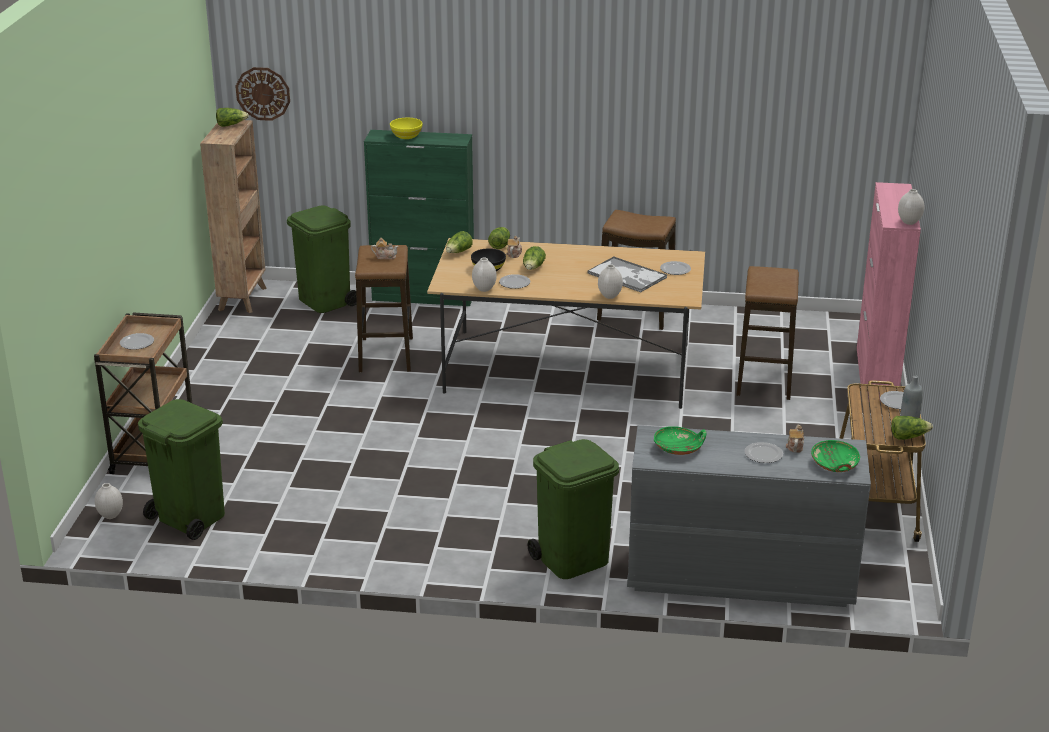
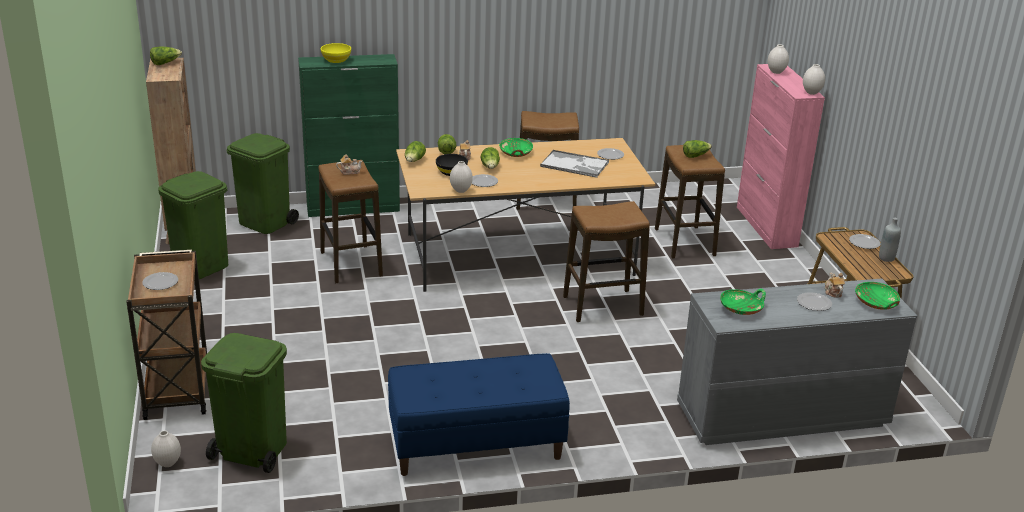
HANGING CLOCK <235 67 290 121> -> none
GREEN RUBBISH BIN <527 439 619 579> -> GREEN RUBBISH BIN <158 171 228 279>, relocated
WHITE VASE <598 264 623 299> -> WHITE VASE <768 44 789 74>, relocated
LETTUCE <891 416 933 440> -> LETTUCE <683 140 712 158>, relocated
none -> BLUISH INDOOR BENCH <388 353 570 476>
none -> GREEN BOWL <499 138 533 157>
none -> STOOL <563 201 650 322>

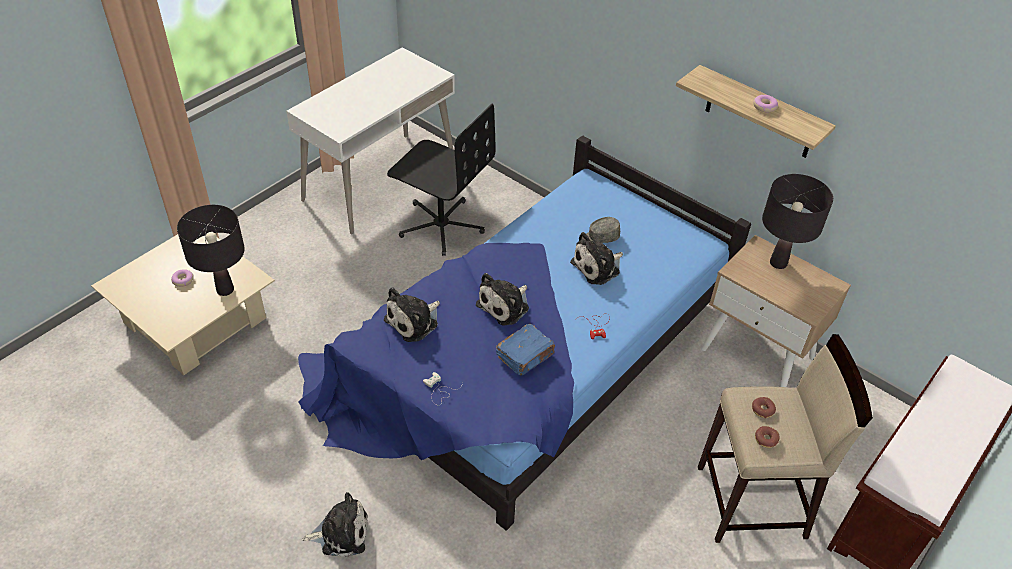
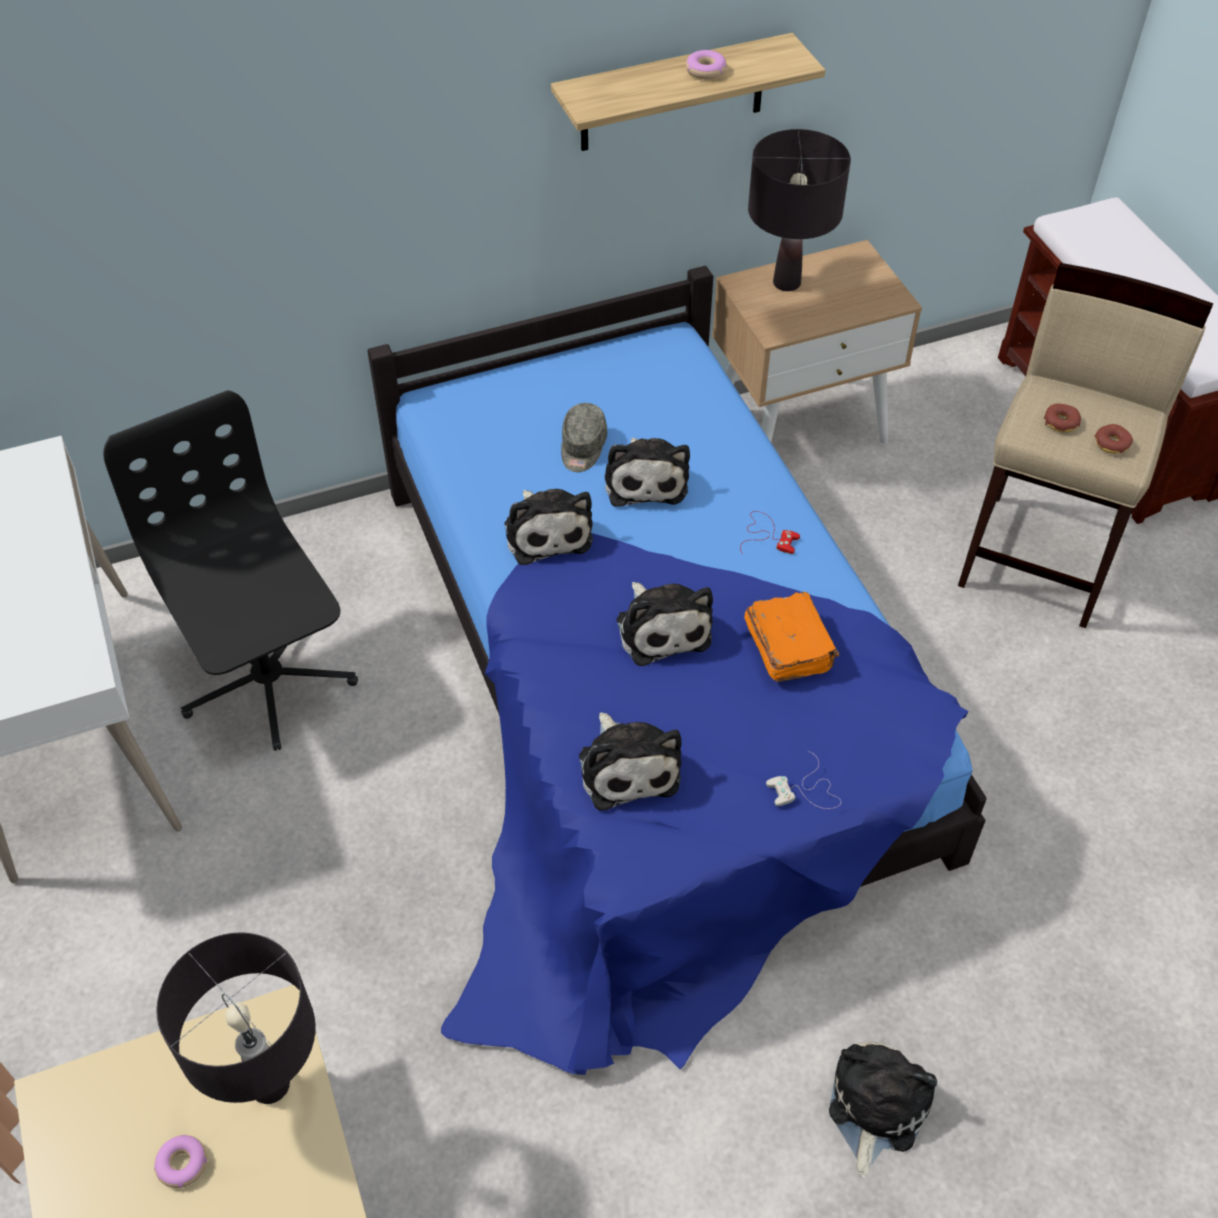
BLACKISH OFFICE CHAIR <387 104 495 256> -> BLACKISH OFFICE CHAIR <103 390 358 751>, 90 degrees counterclockwise
BLUISH BOOK <496 324 555 375> -> ORANGEY BOOK <744 592 839 682>
none -> SOFT TOY <504 489 593 565>

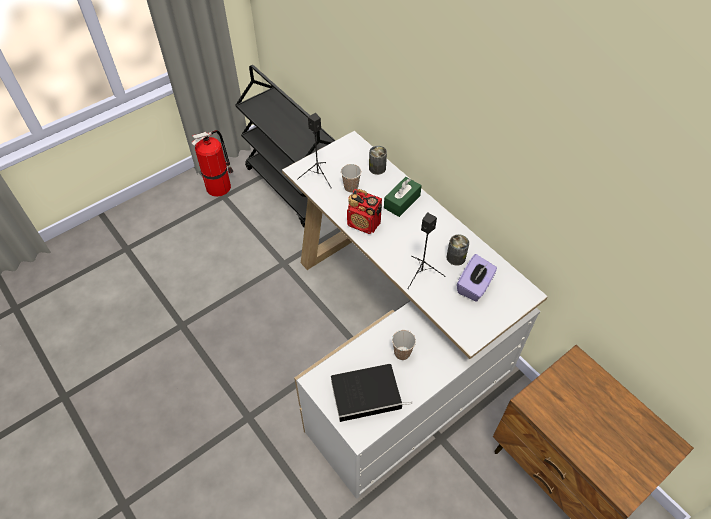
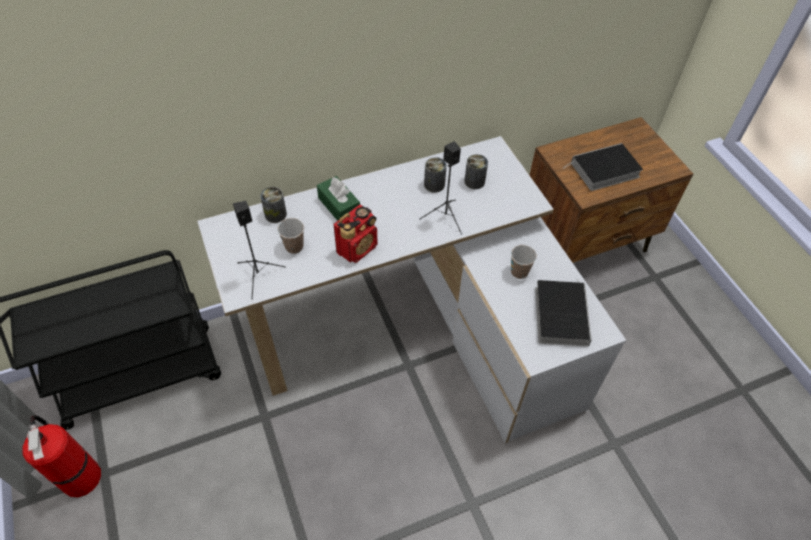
PURPLE-COLOURED TISSUE HOLDER <457 254 497 301> -> CAN <464 154 488 189>
none -> BOOK <563 143 643 191>

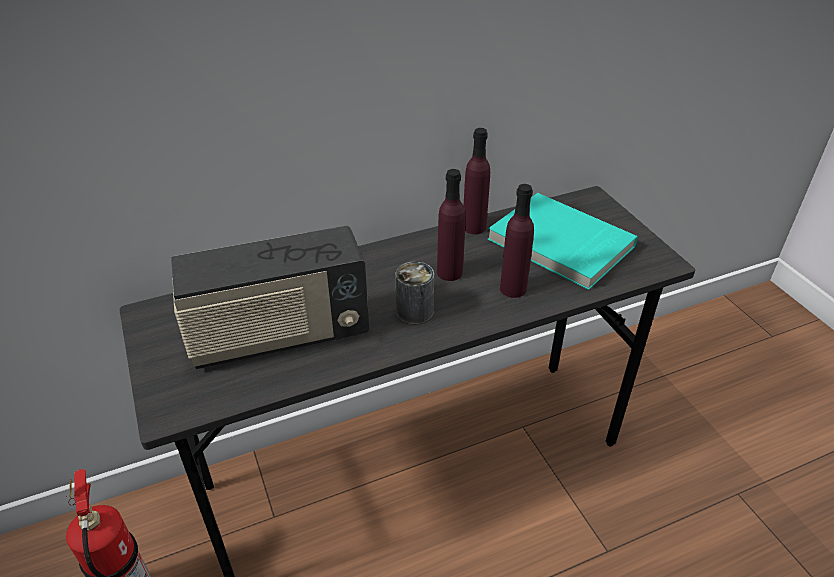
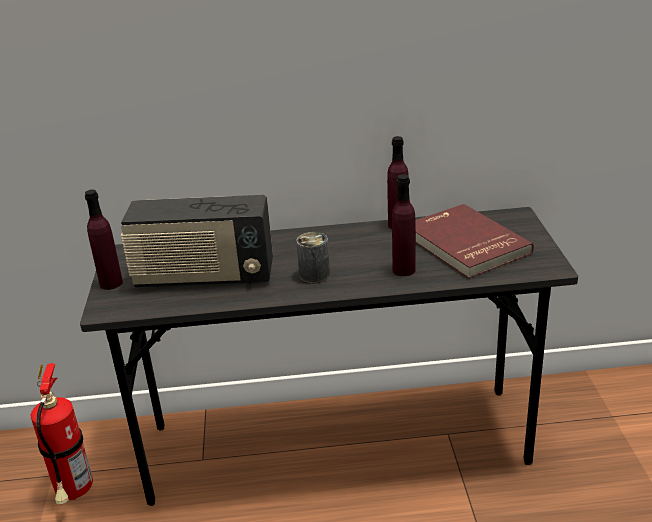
PURPLE-COLOURED DRINK BOTTLE <437 169 466 281> -> PURPLE-COLOURED DRINK BOTTLE <85 190 123 290>, relocated
TURQUOISE-COLOURED BOOK <488 193 638 290> -> RED BOOK <415 204 534 278>

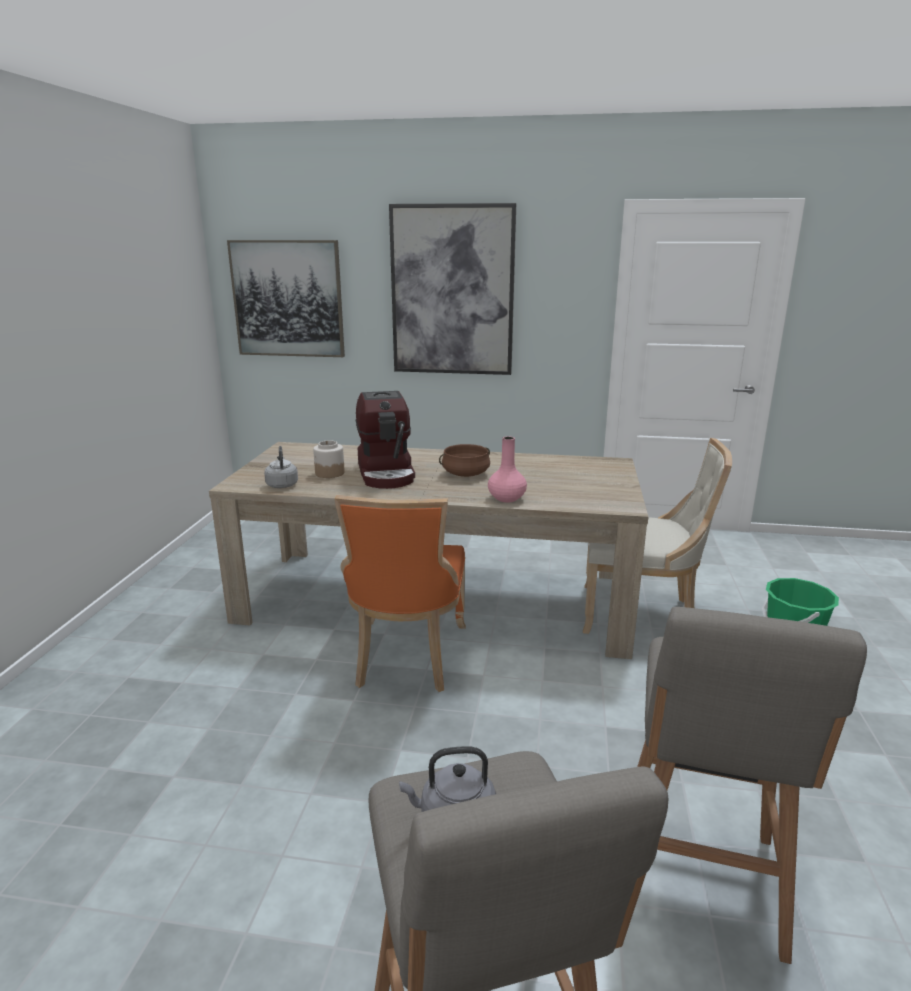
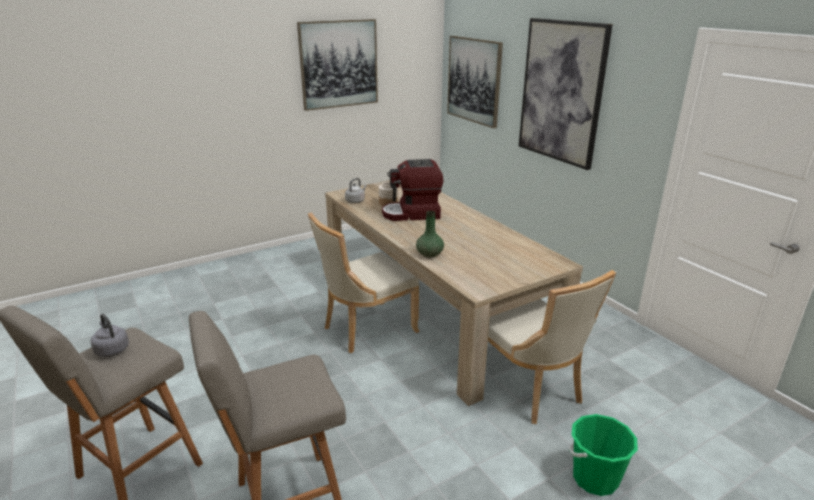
ORANGEY UPRIGHT CHAIR <334 495 466 692> -> BEIGE-COLOURED UPRIGHT CHAIR <308 212 420 353>
COFFEE MAKER <356 391 415 489> -> COFFEE MAKER <382 159 443 221>, 45 degrees clockwise
BROWNISH SAUCEPOT <439 444 490 477> -> none
PINKISH VASE <488 436 527 502> -> GREEN VASE <416 211 444 258>
none -> WALL ART <297 19 378 111>

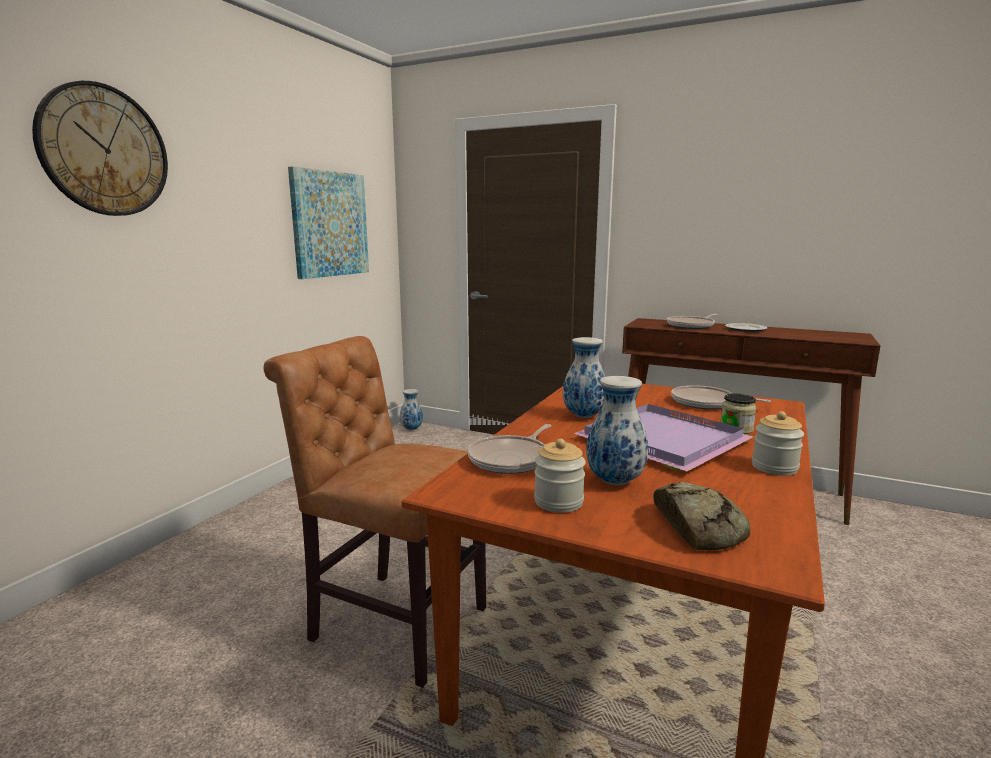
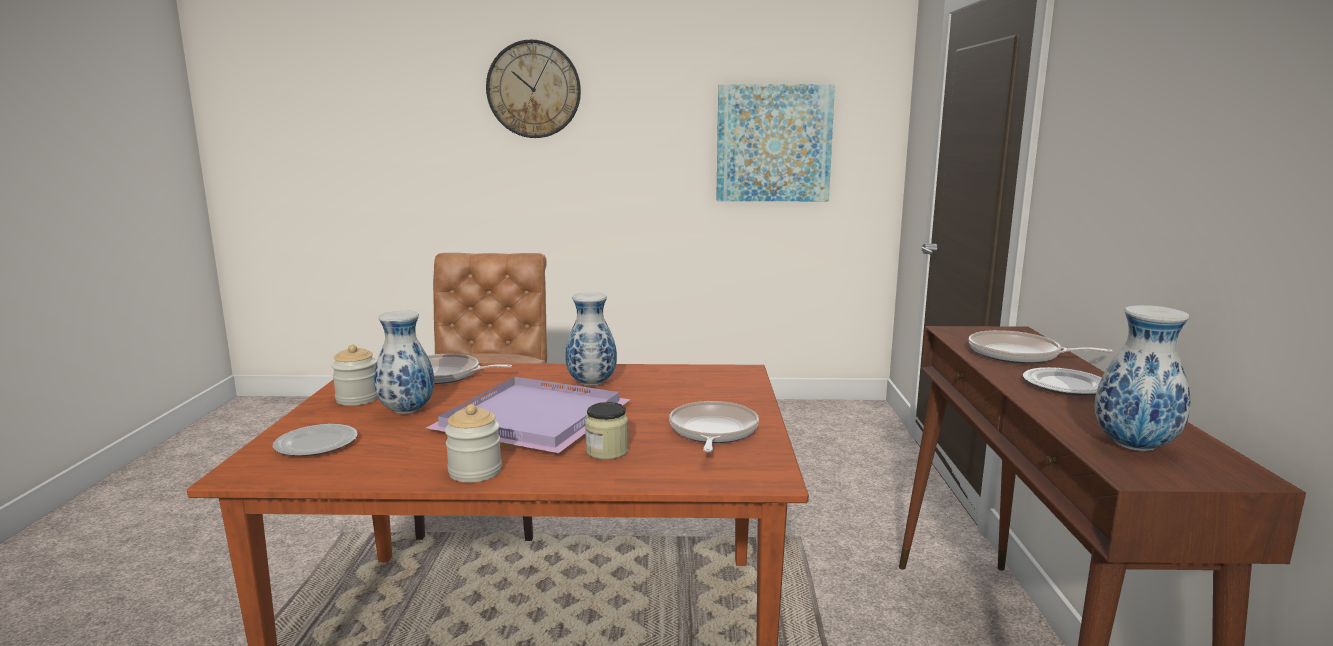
VASE <400 389 423 430> -> VASE <1094 305 1191 451>, relocated
BAKERY BREAD <653 482 750 551> -> DINNER PLATE <273 424 357 456>

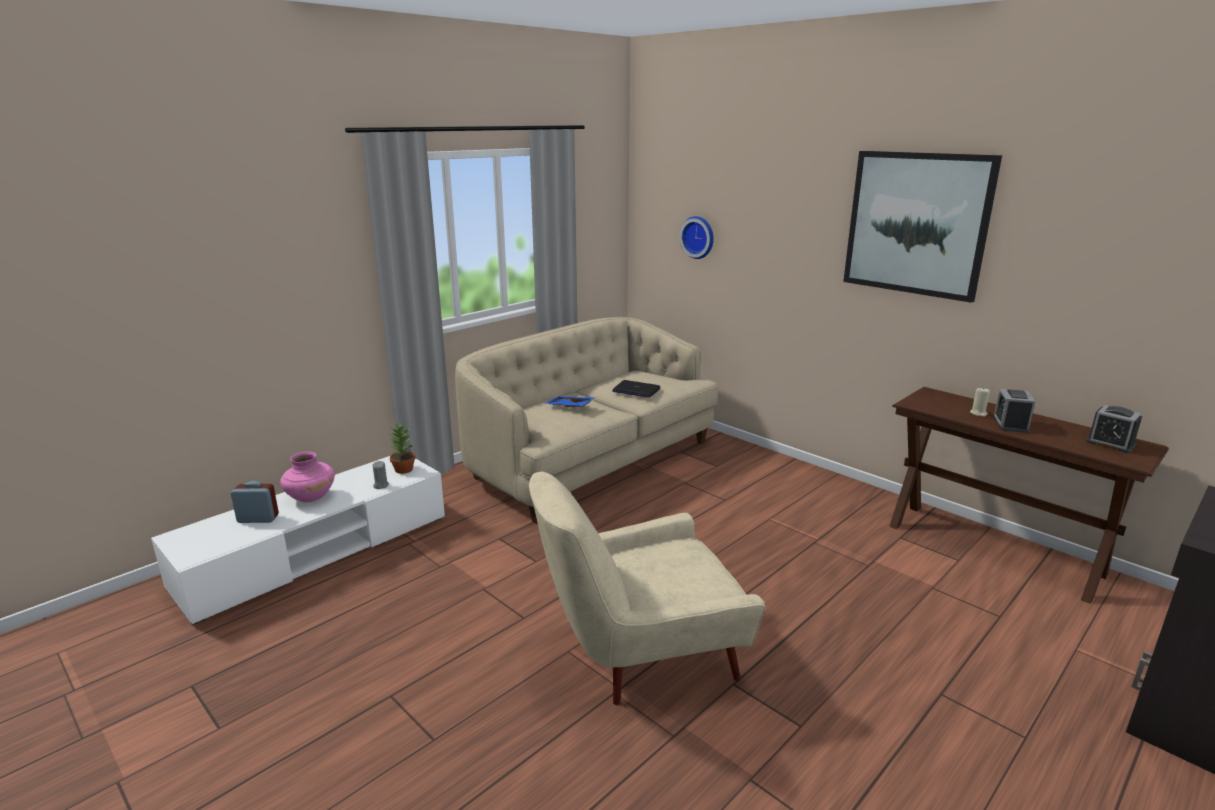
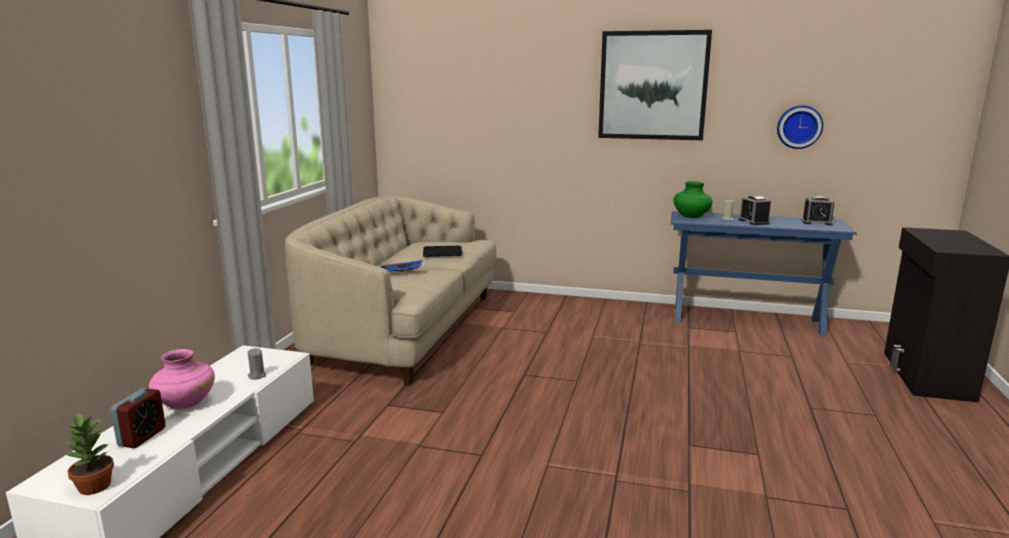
ALARM CLOCK <231 481 279 523> -> ALARM CLOCK <110 388 166 448>, 135 degrees clockwise
PLANT IN A POT <390 423 416 474> -> PLANT IN A POT <63 413 114 495>, relocated
BEIGE-COLOURED LOUNGE CHAIR <529 472 765 705> -> none
HANGING CLOCK <679 216 714 259> -> HANGING CLOCK <777 105 823 149>, relocated
BROWNISH CONSOLE TABLE <889 387 1169 604> -> BLUISH CONSOLE TABLE <671 211 857 337>
none -> GREEN VASE <673 181 712 218>

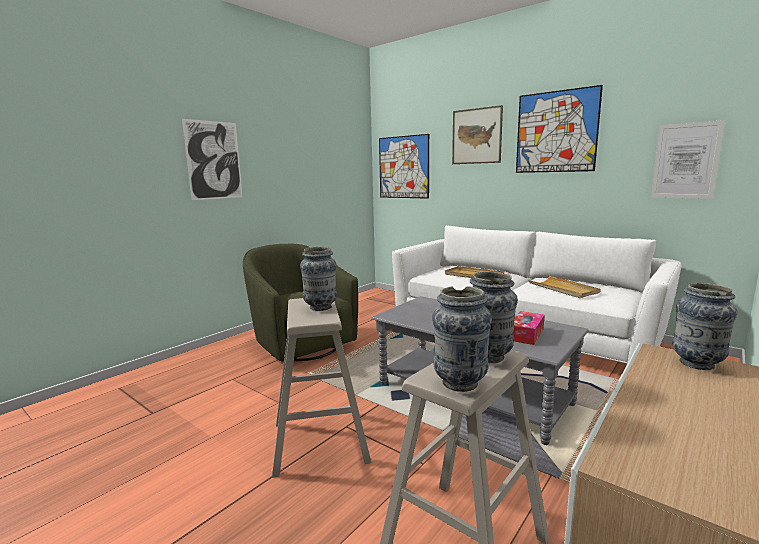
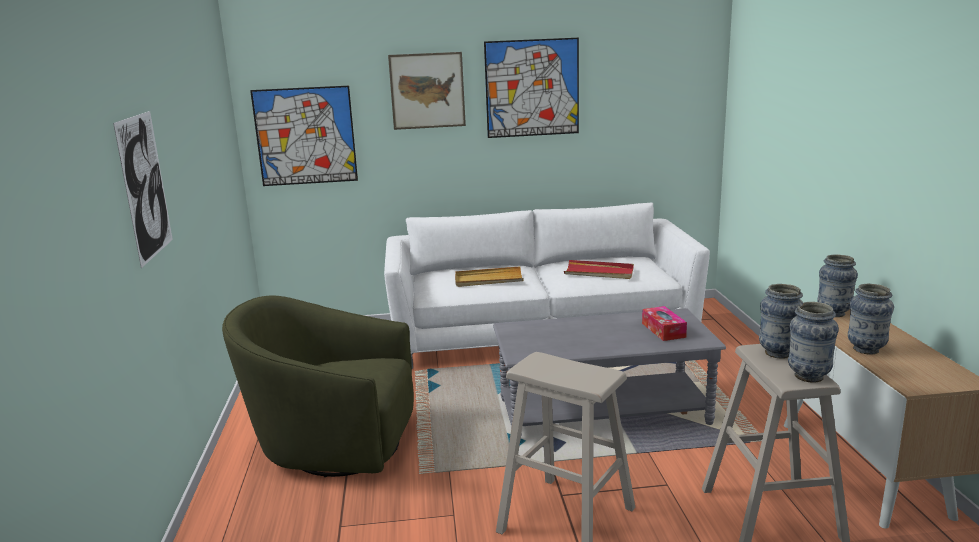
VASE <300 247 337 311> -> VASE <848 284 894 354>, relocated
BEIGE-COLOURED SERVING TRAY <528 276 601 298> -> RED SERVING TRAY <564 260 634 279>
WALL ART <651 120 725 199> -> none

